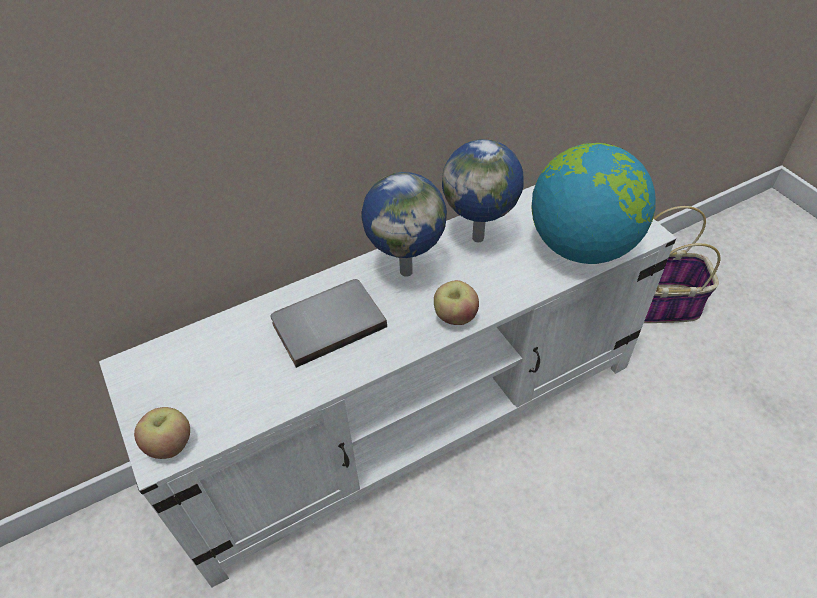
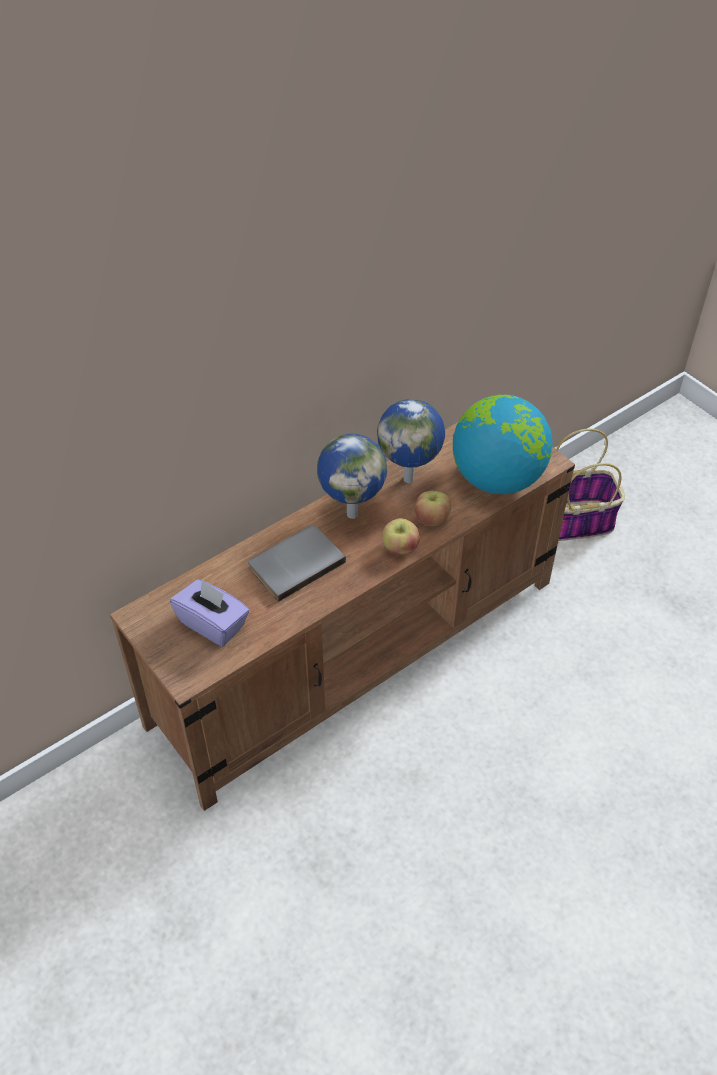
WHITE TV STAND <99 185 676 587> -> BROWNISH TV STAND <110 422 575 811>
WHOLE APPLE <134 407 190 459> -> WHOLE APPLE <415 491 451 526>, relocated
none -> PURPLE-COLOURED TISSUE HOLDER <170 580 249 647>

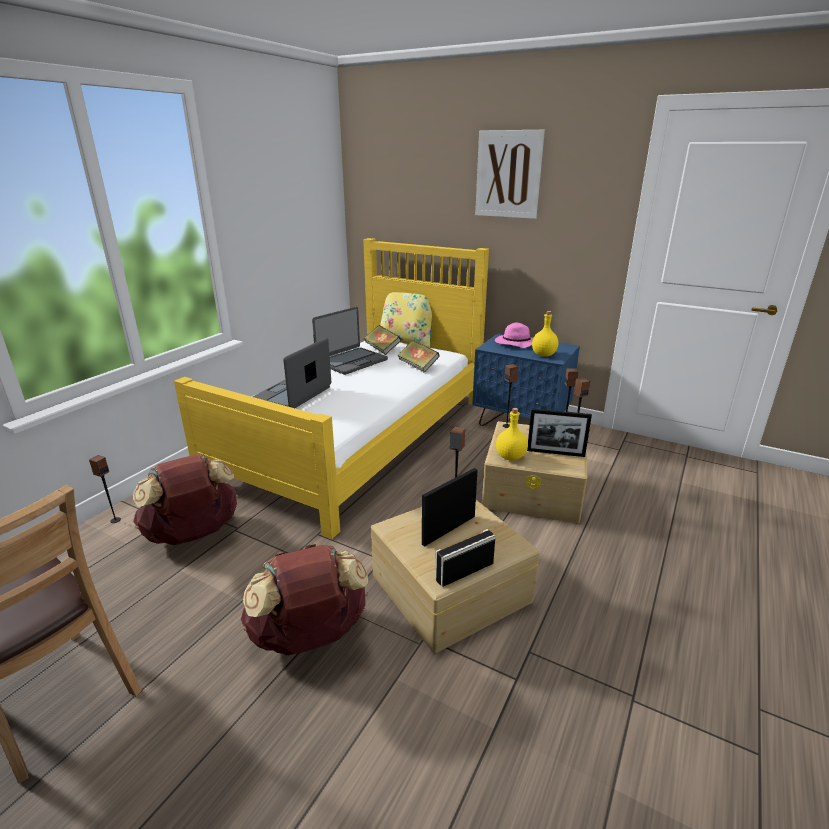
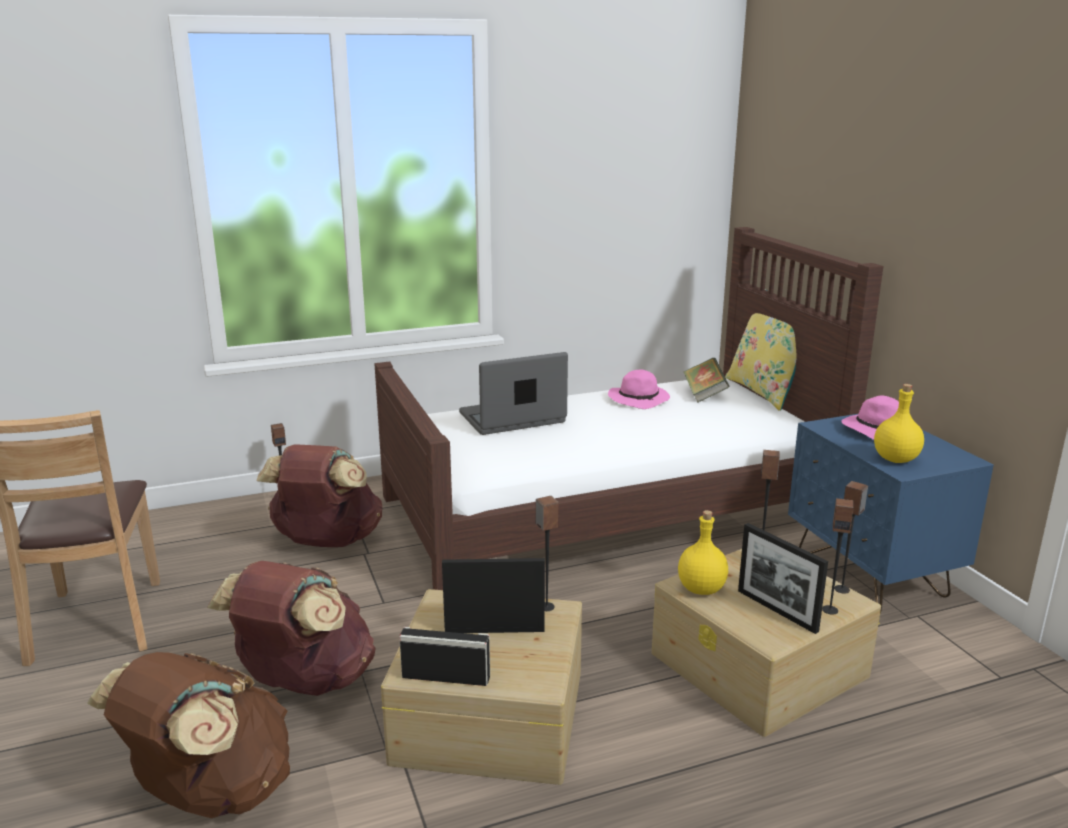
YELLOW BEDROOM BED <174 238 489 539> -> BROWNISH BEDROOM BED <374 227 883 590>
LAPTOP <312 307 388 375> -> PINKISH CLOTHING HAT <608 369 670 409>
BOOK <398 340 440 373> -> none
WALL ART <475 130 545 219> -> none
none -> BROWNISH RUCKSACK <87 652 290 819>

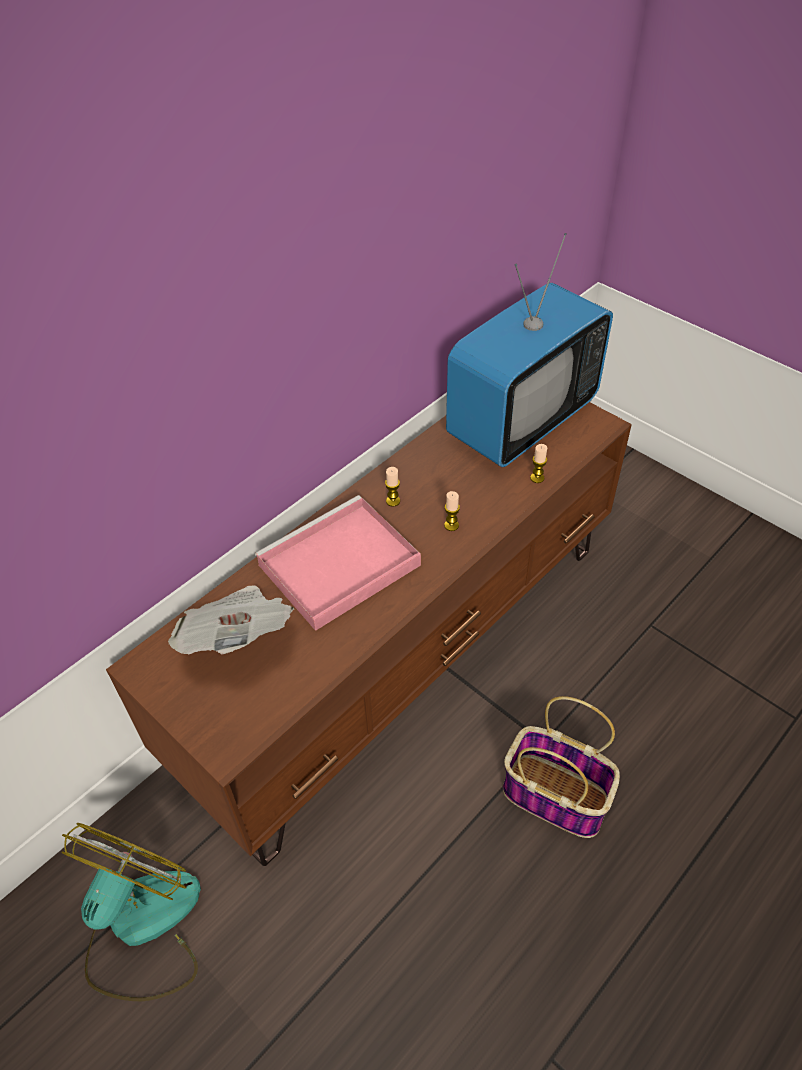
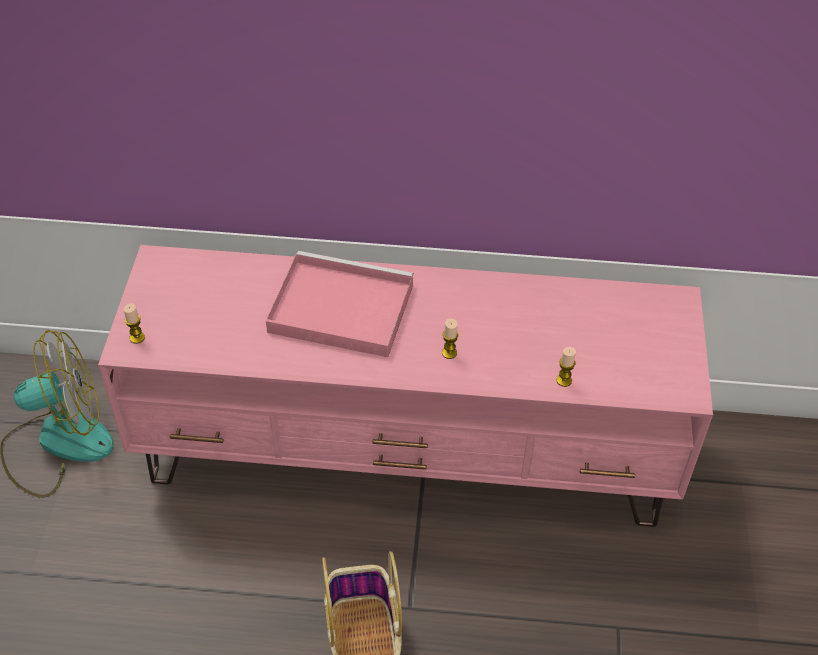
BROWNISH TV STAND <106 402 632 866> -> PINKISH TV STAND <98 245 713 527>
DAILY PAPER <168 585 294 655> -> none
WAX CANDLE <385 467 400 507> -> WAX CANDLE <123 303 145 344>, relocated
TELEVISION <446 233 613 467> -> none

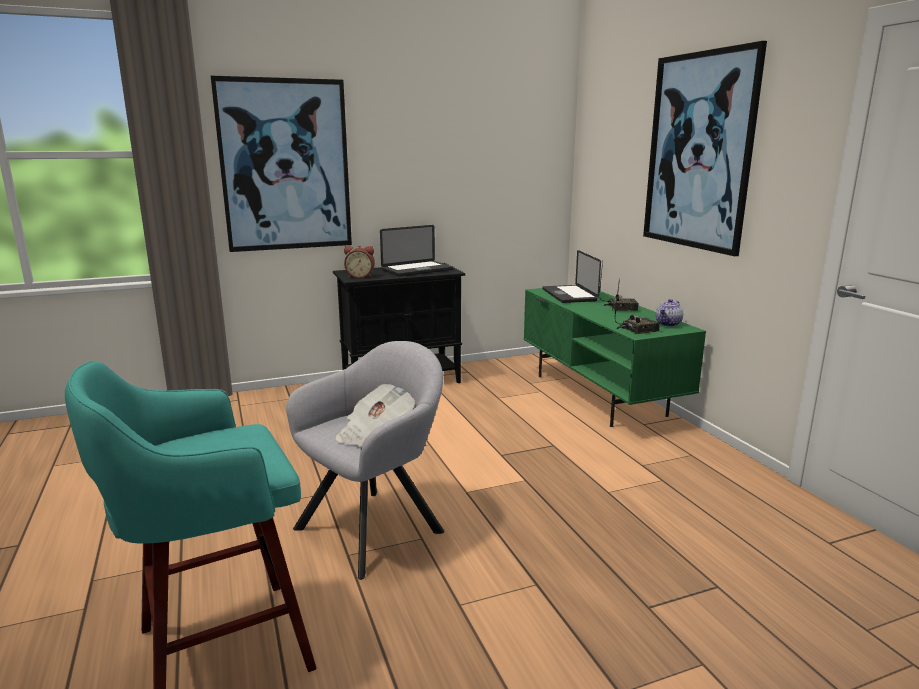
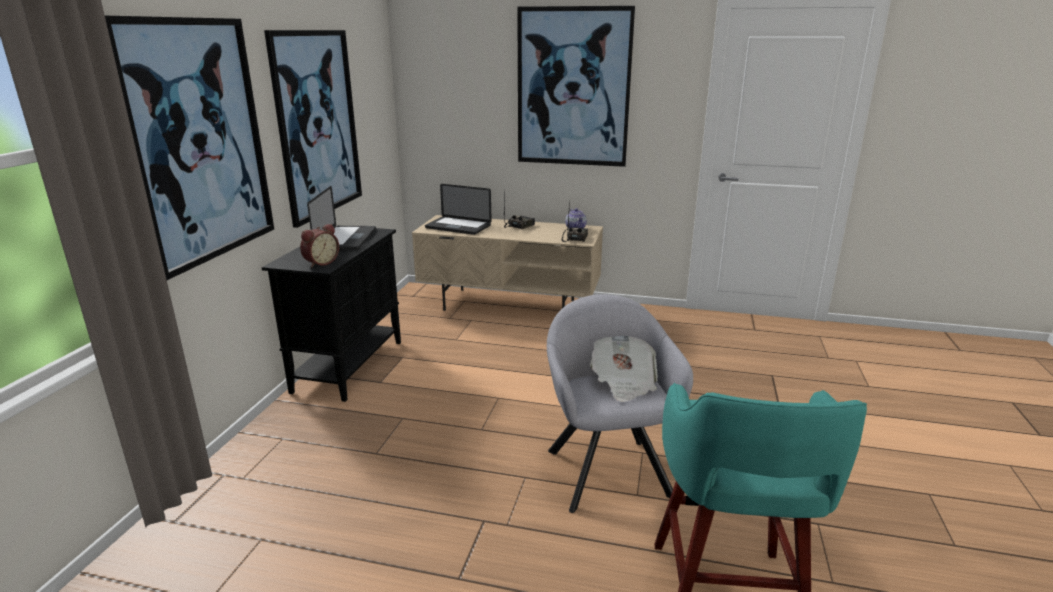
GREEN TV STAND <524 288 706 427> -> BEIGE-COLOURED TV STAND <412 215 603 311>
none -> WALL ART <264 30 362 228>

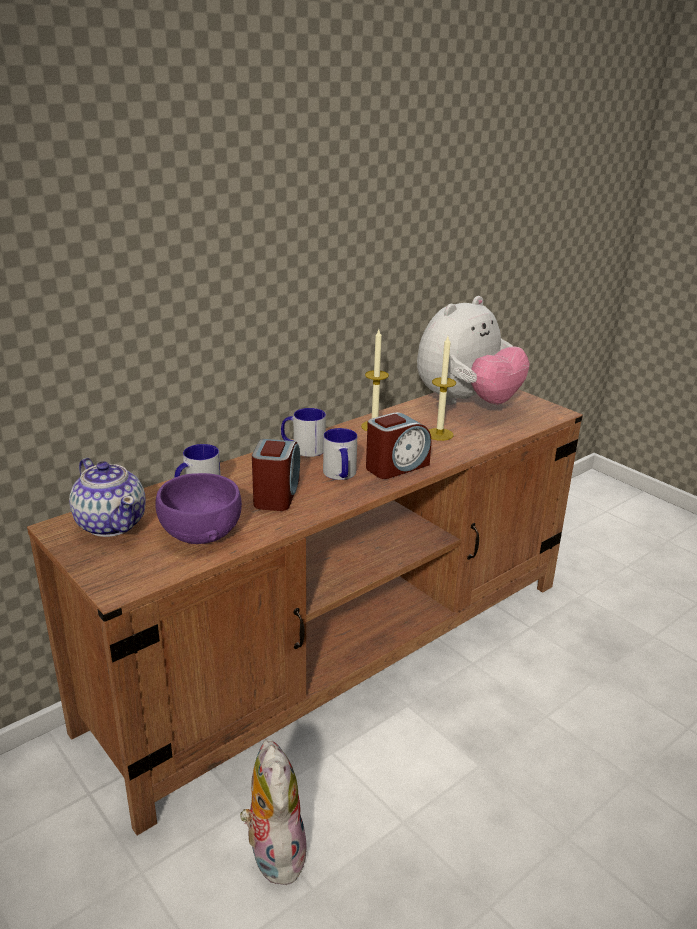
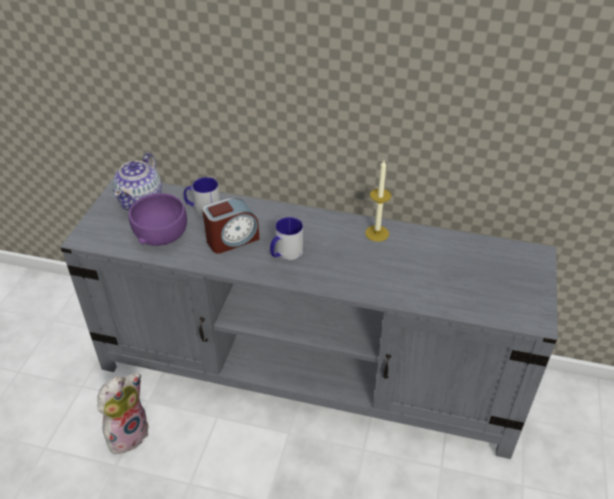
BROWNISH TV STAND <27 389 583 836> -> GRAY TV STAND <60 179 558 459>
MUG <281 408 326 457> -> none
ALARM CLOCK <366 412 431 479> -> none
SOFT TOY <417 296 530 405> -> none
WAX CANDLE <429 336 456 441> -> none

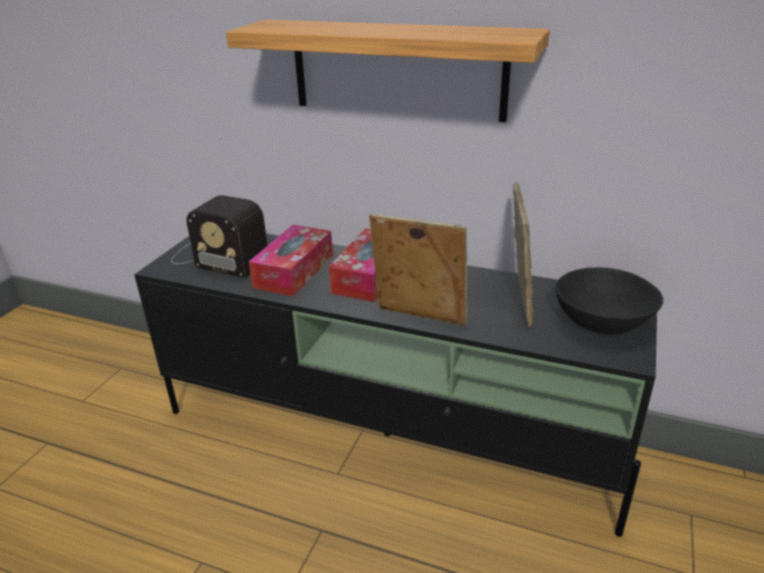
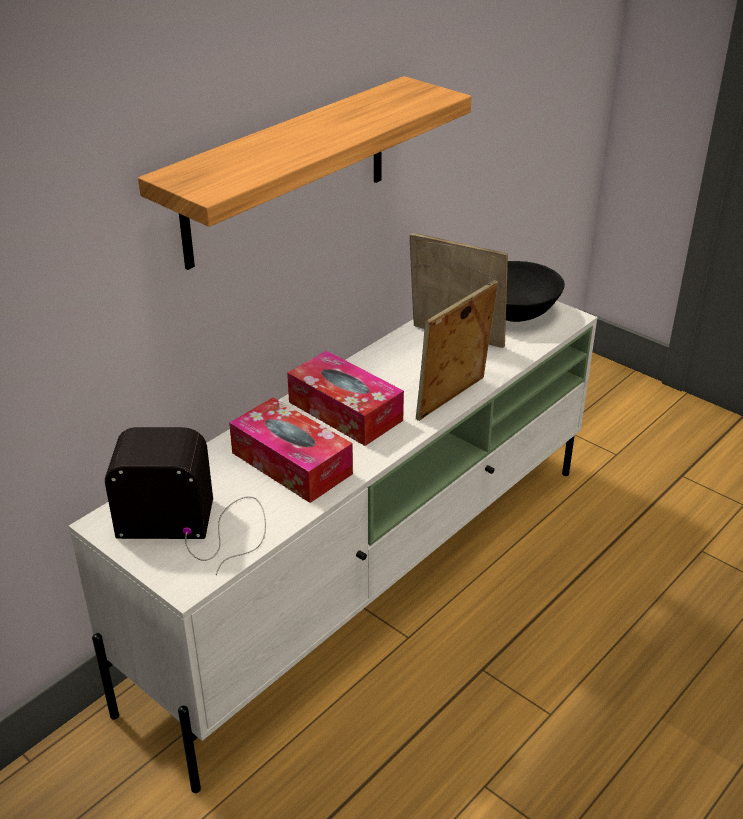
BLACKISH TV STAND <134 234 657 537> -> WHITE TV STAND <69 301 597 793>
RADIO RECEIVER <171 195 268 278> -> RADIO RECEIVER <105 427 266 575>, 135 degrees counterclockwise

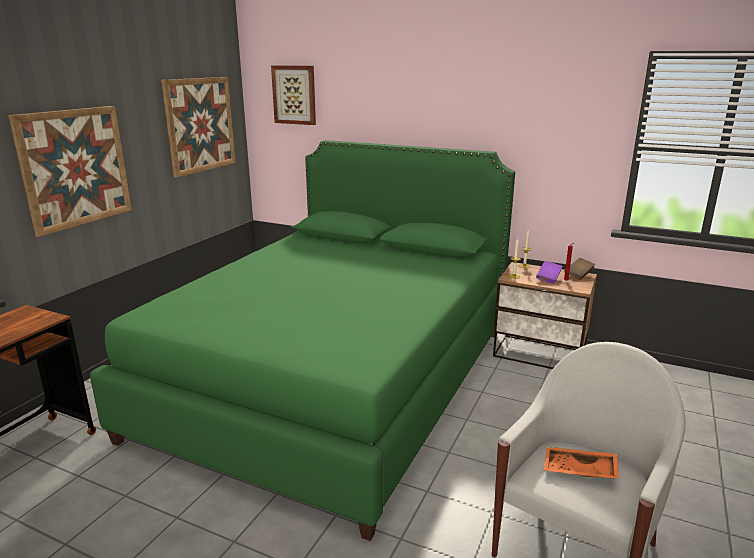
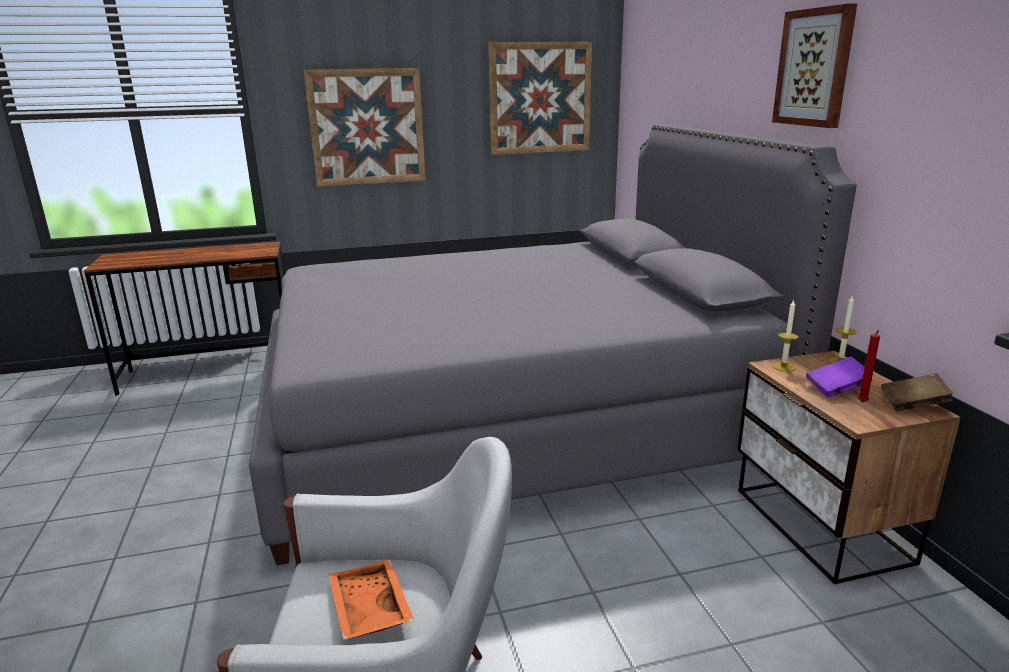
GREEN BEDROOM BED <90 140 515 541> -> GRAY BEDROOM BED <249 124 856 566>
WALL ART <271 65 316 125> -> WALL ART <772 3 857 128>, relocated

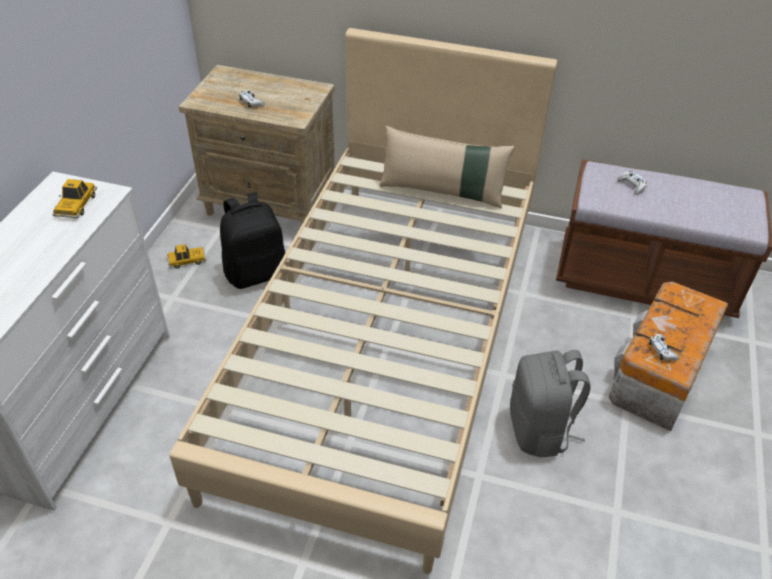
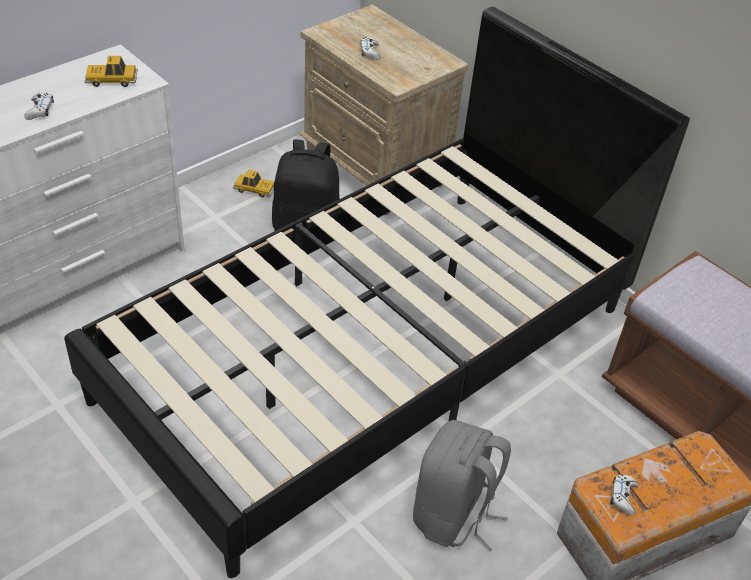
MINIATURE CAR <52 179 97 218> -> MINIATURE CAR <84 56 138 87>, 45 degrees clockwise
BEIGE-COLOURED BEDROOM BED <170 28 557 574> -> BLACKISH BEDROOM BED <64 7 690 578>
BEIGE-COLOURED THROW PILLOW <379 126 515 208> -> none
WHITE JOYPAD <617 171 648 195> -> WHITE JOYPAD <24 92 54 120>, relocated

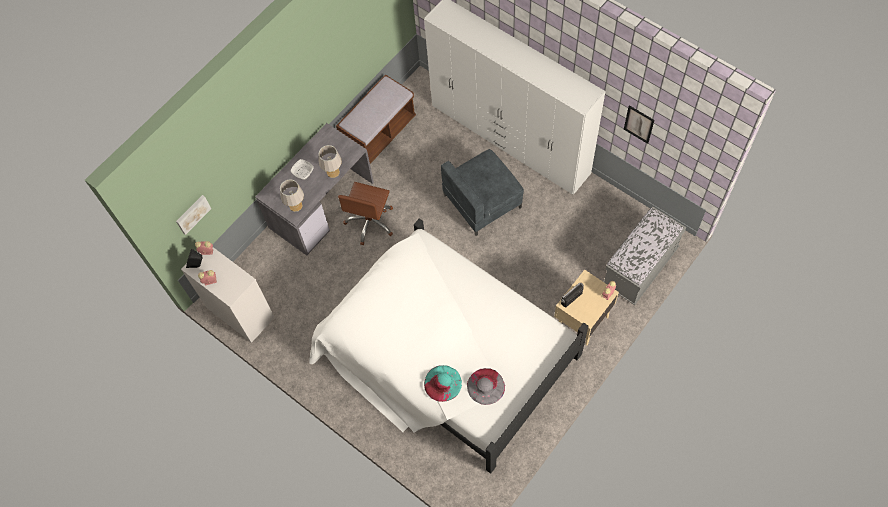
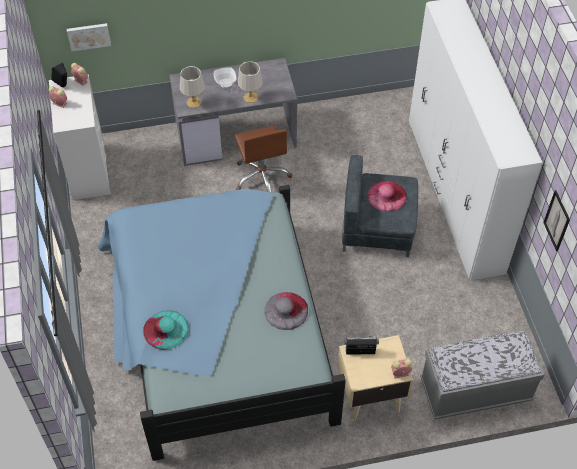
WHITE BEDROOM BED <309 218 589 474> -> BLUISH BEDROOM BED <98 185 346 461>
BROWNISH INDOOR BENCH <336 74 416 164> -> none
BROWNISH OFFICE CHAIR <338 182 393 245> -> BROWNISH OFFICE CHAIR <235 126 292 193>, 75 degrees counterclockwise
GRAY CLOTHING HAT <467 368 505 405> -> GRAY CLOTHING HAT <264 292 308 330>, relocated
none -> PINKISH CLOTHING HAT <368 181 407 212>

